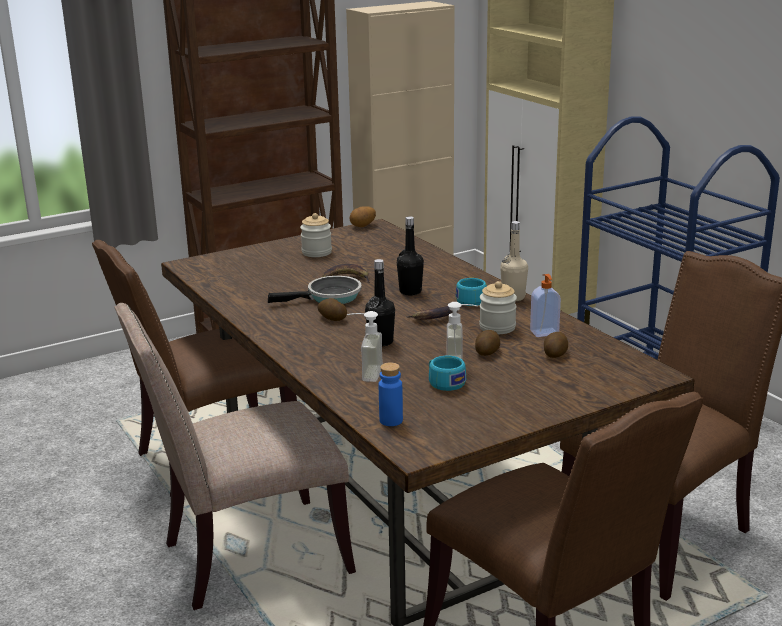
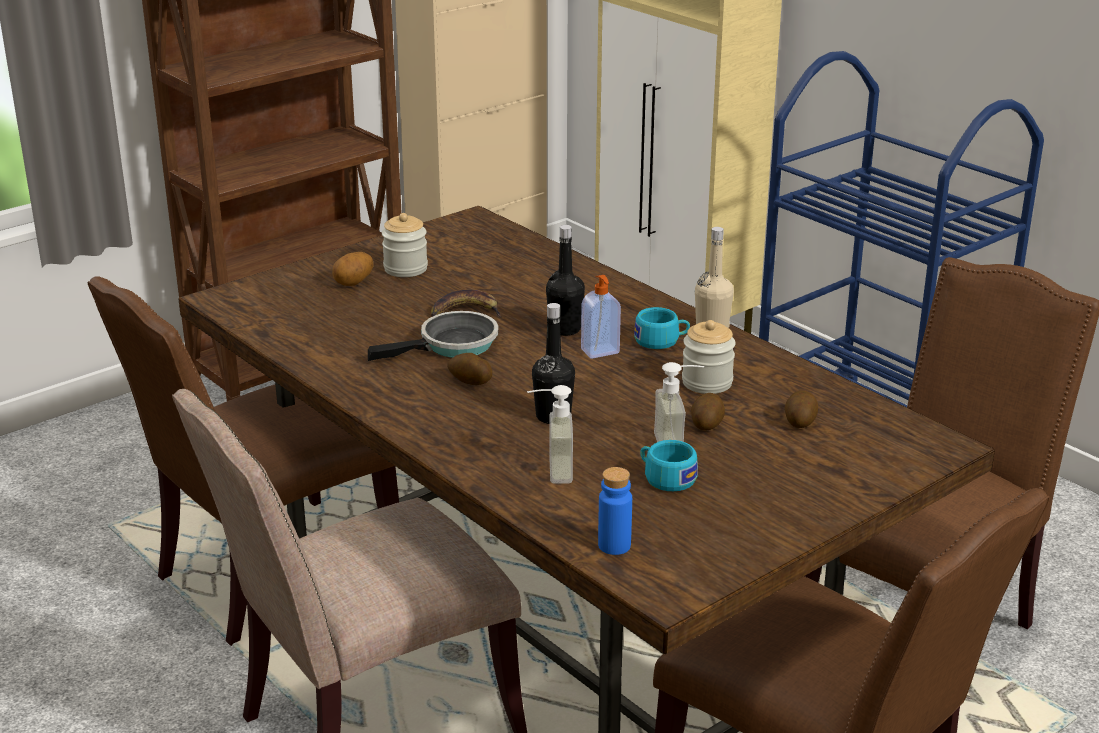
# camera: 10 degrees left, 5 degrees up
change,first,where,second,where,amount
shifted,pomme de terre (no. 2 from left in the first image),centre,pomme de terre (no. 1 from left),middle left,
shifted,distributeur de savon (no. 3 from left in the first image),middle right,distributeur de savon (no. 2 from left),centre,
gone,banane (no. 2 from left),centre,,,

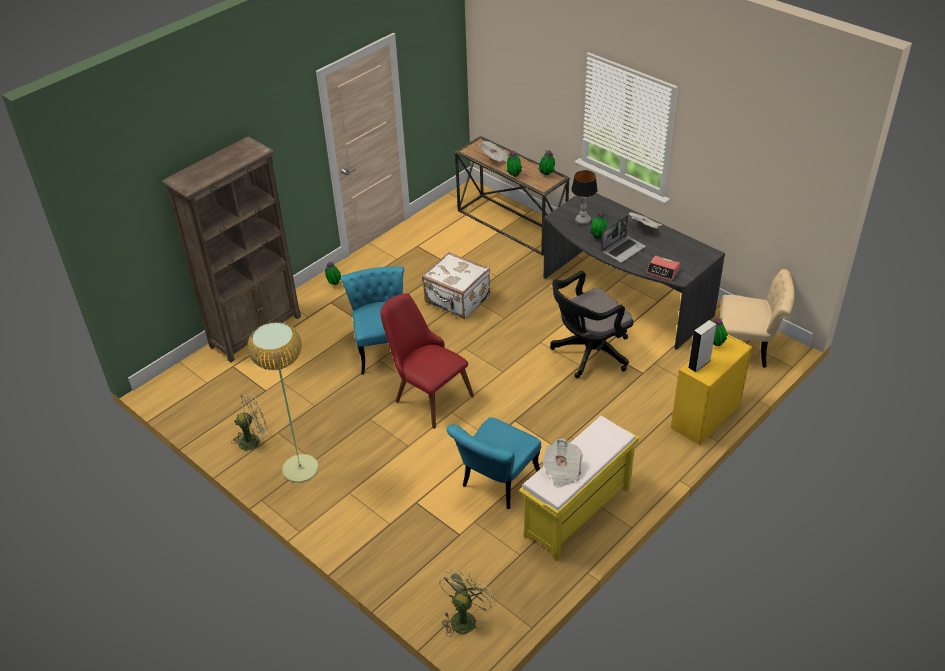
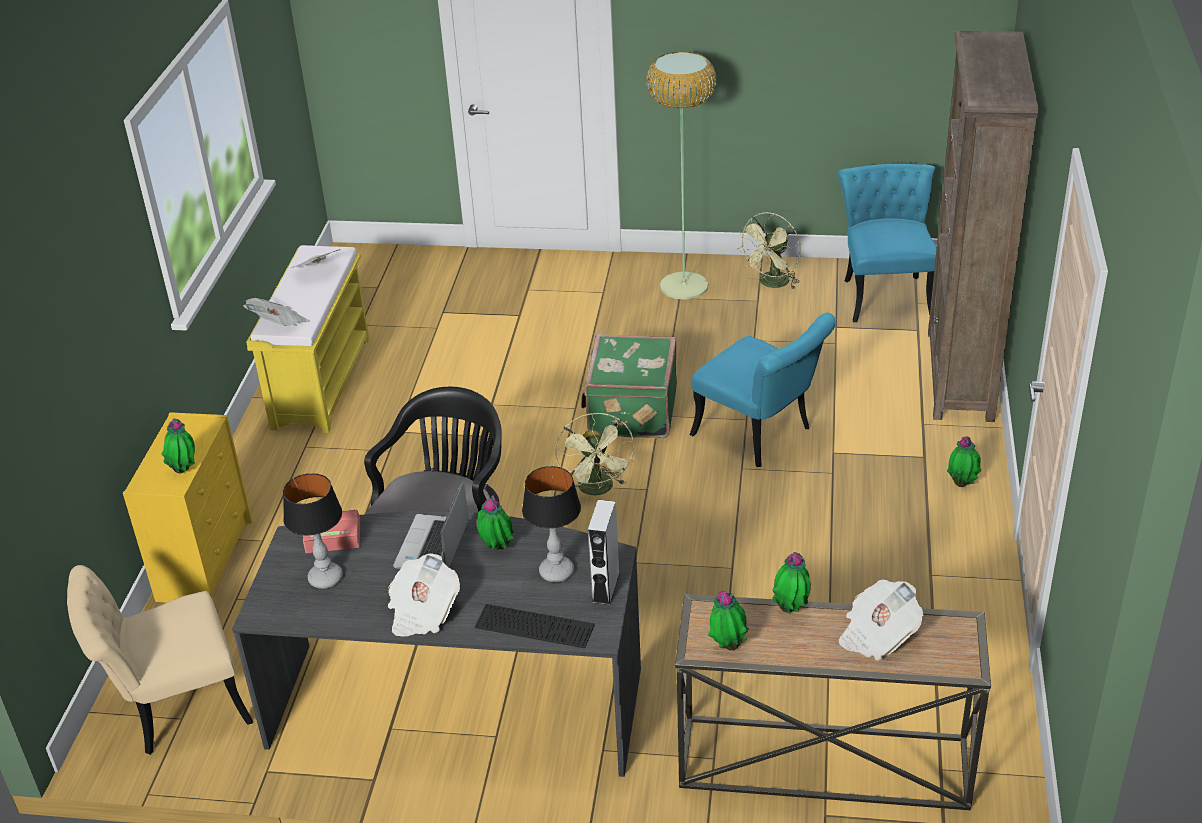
# camera: 145 degrees right, 5 degrees down
change,first,where,second,where,amount
new,,,journal (no. 1 from left),middle left,
new,,,lampe de table (no. 1 from left),middle left,
new,,,clavier,bottom centre,
shifted,ventilateur (vert) (no. 2 from left in the first image),bottom centre,ventilateur (vert) (no. 1 from left),centre,
swapped,chaise (rouge),centre,valise (vert),centre,
shifted,enceinte (gris),middle right,,bottom centre,
shifted,chaise (turquoise) (no. 2 from left),bottom centre,,top right,
gone,valise (blanc),centre,,,

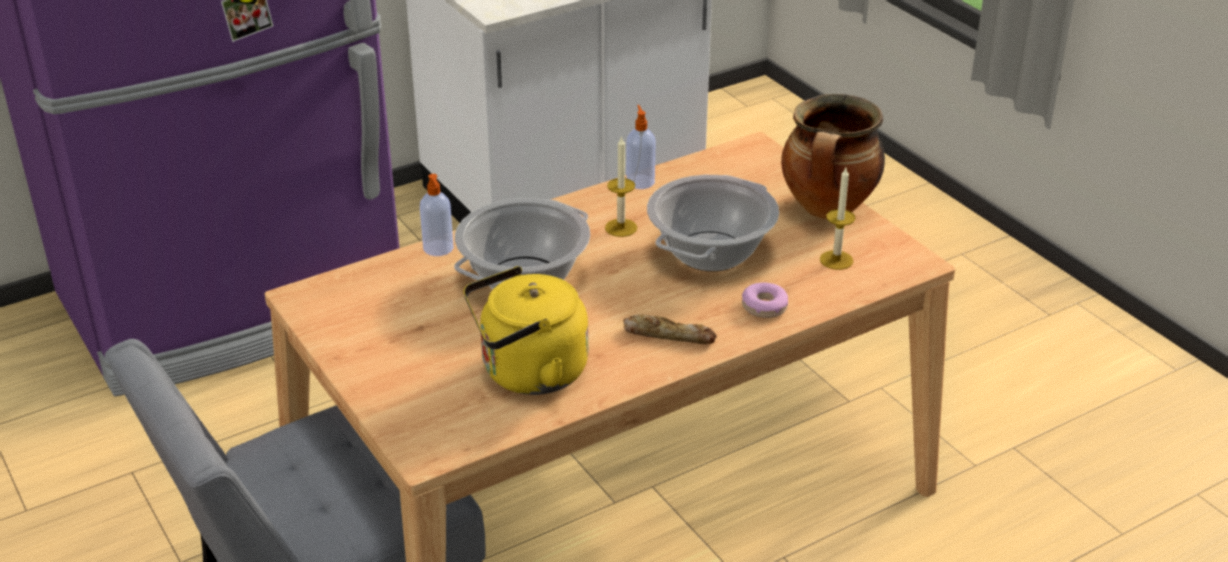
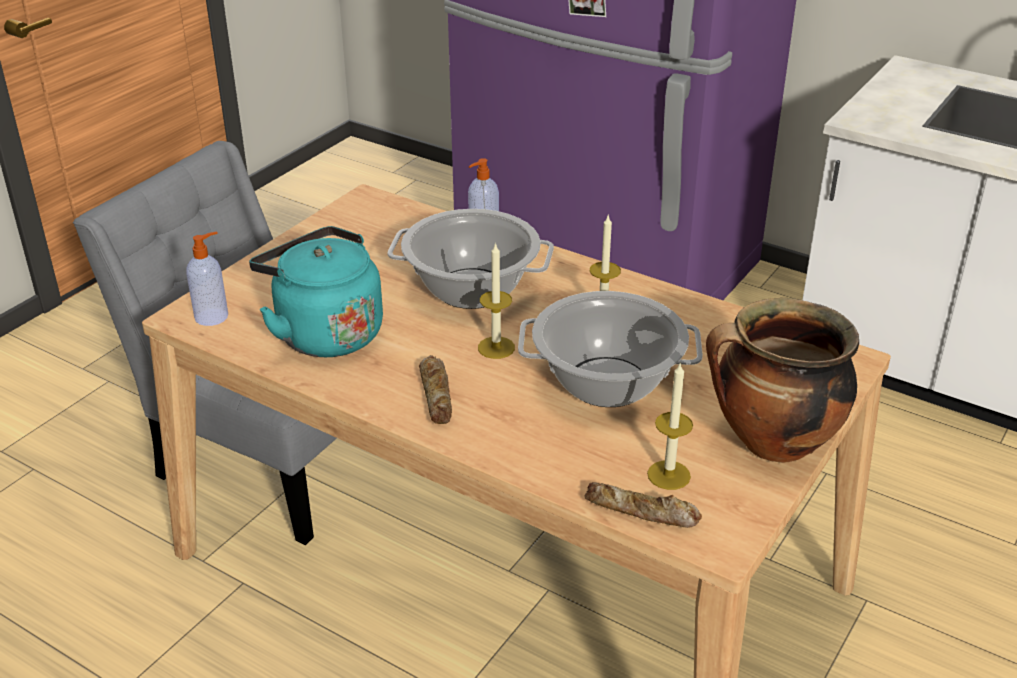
# camera: 65 degrees right, 0 degrees up
change,first,where,second,where,amount
shifted,distributeur de savon (no. 2 from left in the first image),top centre,distributeur de savon (no. 1 from left),middle left,
repainted,bouilloire (jaune),centre,bouilloire (turquoise),middle left,
new,,,bougie (no. 1 from left),centre,
new,,,pain (no. 2 from left),bottom centre,
gone,beignet,centre,,,

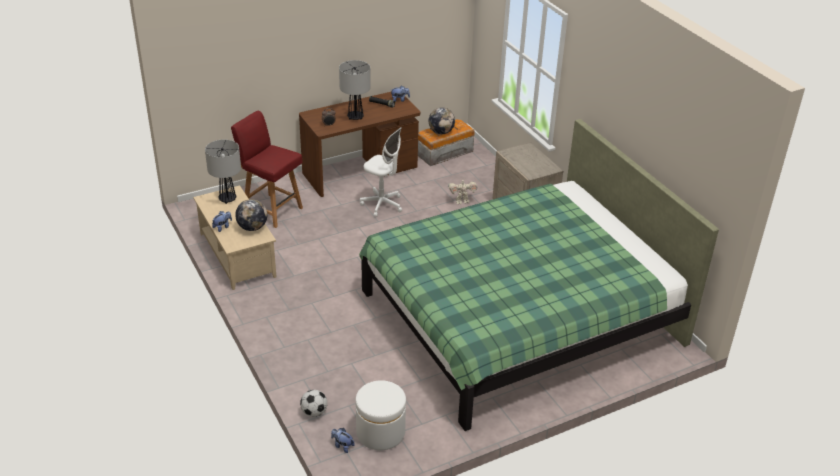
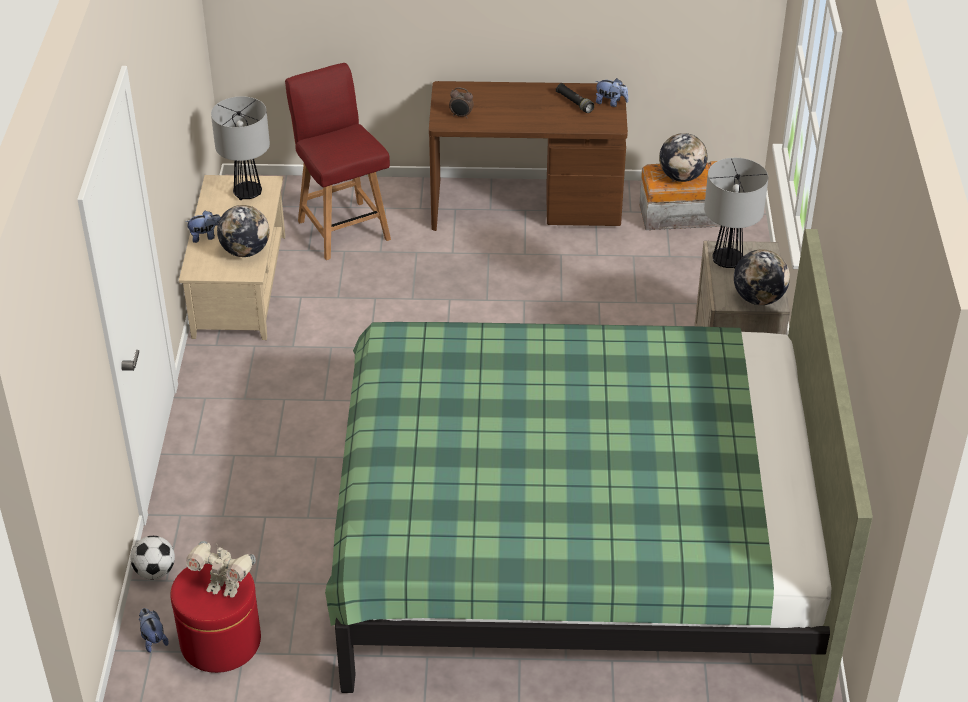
# camera: 30 degrees right, 5 degrees up
change,first,where,second,where,amount
repainted,pouf (blanc),bottom centre,pouf (rouge),bottom left,
shifted,robot jouet,centre,,bottom left,
shifted,lampe de table (no. 2 from left),top centre,,top right,
new,,,globe (no. 3 from left),middle right,
gone,chaise de bureau (blanc),centre,,,

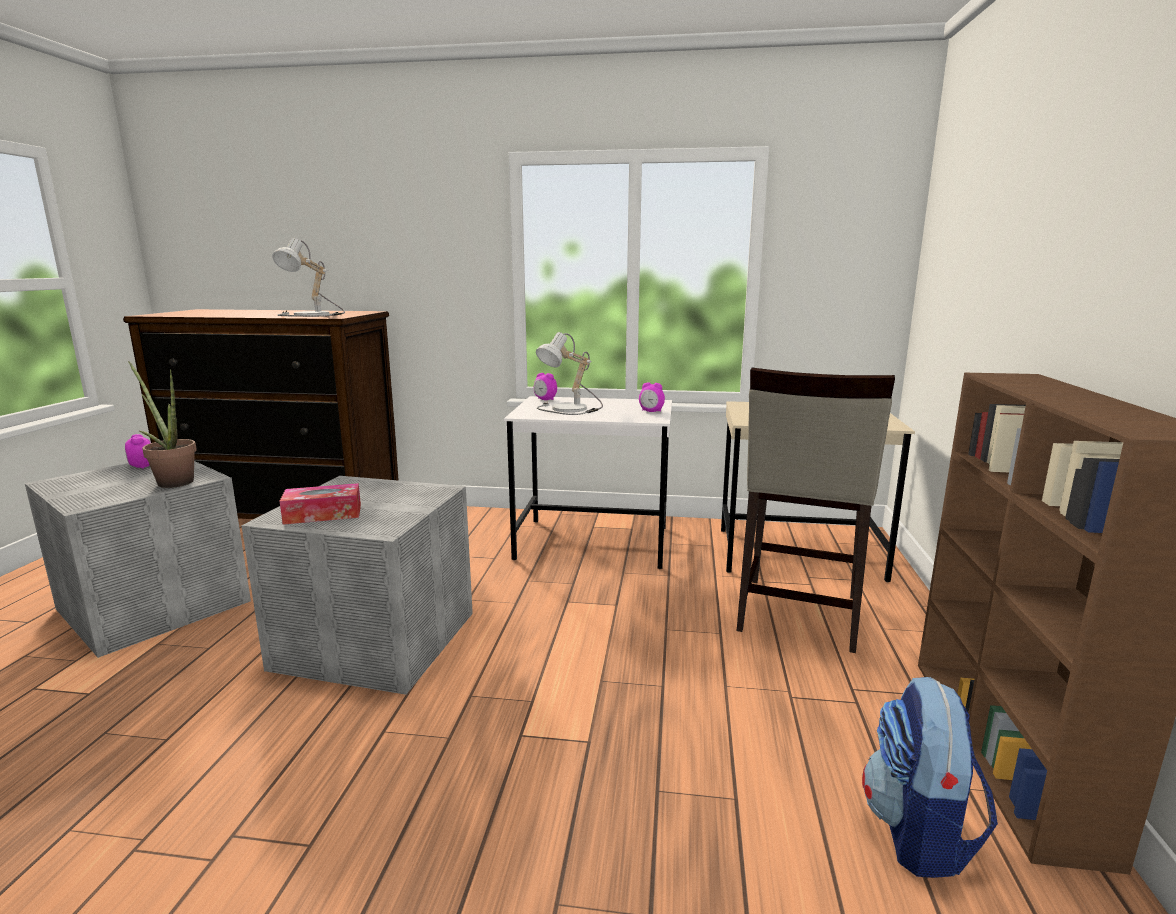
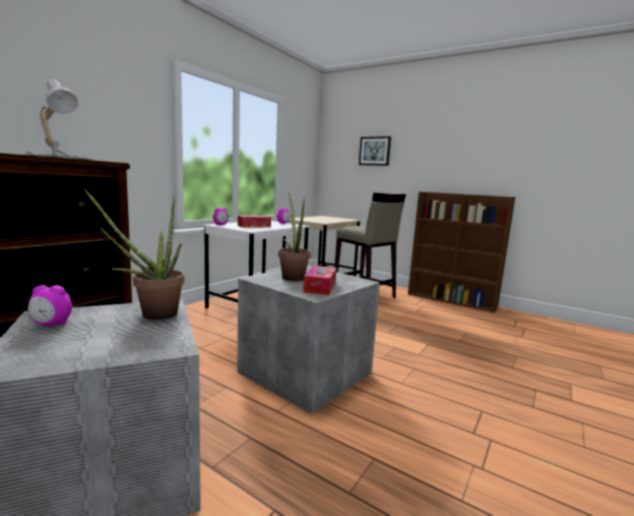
# camera: 65 degrees left, 5 degrees down
change,first,where,second,where,amount
swapped,lampe de table (no. 2 from left),centre,boîte à mouchoirs (no. 1 from left),centre,
new,,,plante en pot (no. 2 from left),centre,
new,,,tableau,top centre,
gone,sac à dos,bottom right,,,

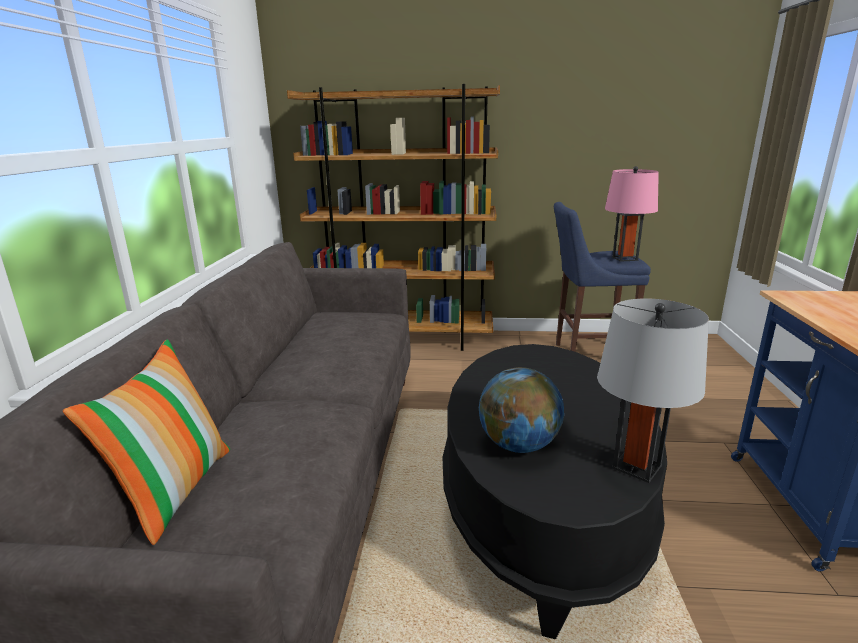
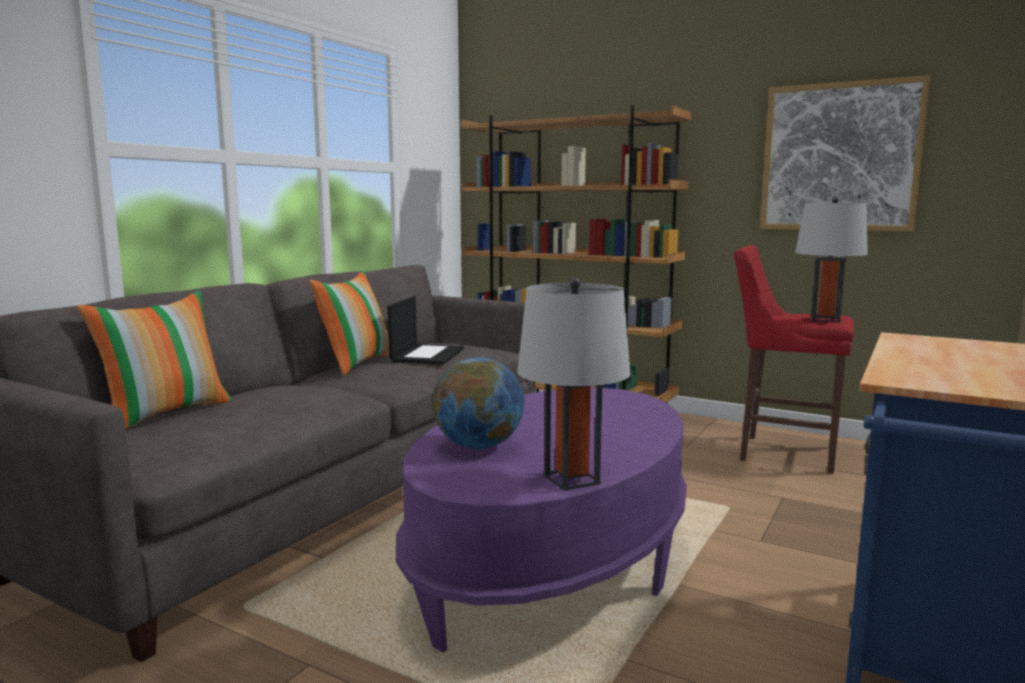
# camera: 25 degrees right, 10 degrees down
change,first,where,second,where,amount
new,,,coussin (no. 2 from left),centre,
new,,,ordinateur portable,centre,
repainted,table basse (noir),bottom centre,table basse (violet),bottom centre,
repainted,tabouret (bleu),middle right,tabouret (rouge),middle right,
new,,,tableau,top right,
repainted,lampe de table (rose),top right,lampe de table (gris) (no. 2 from left),middle right,

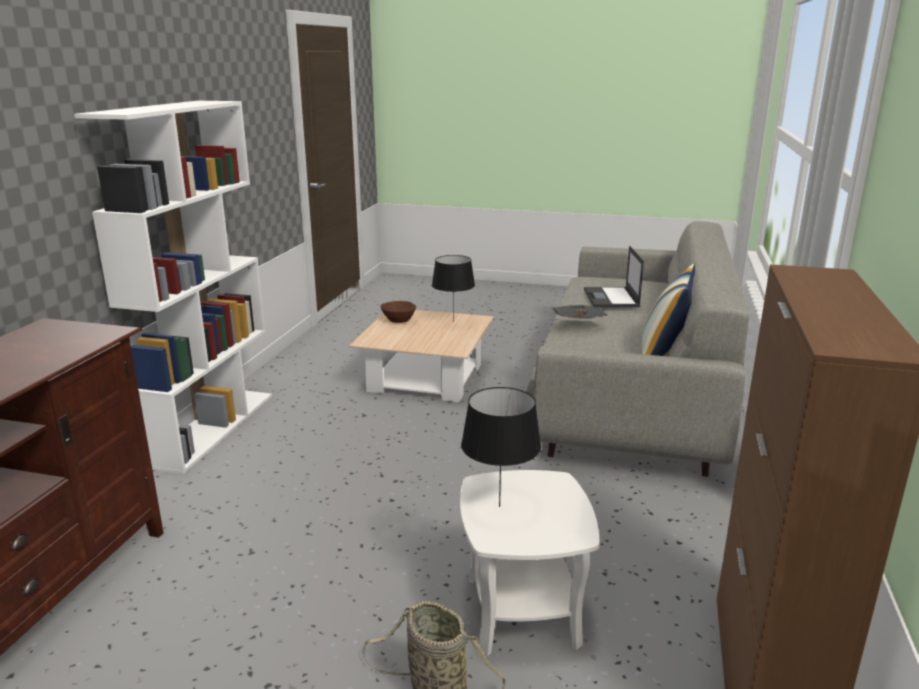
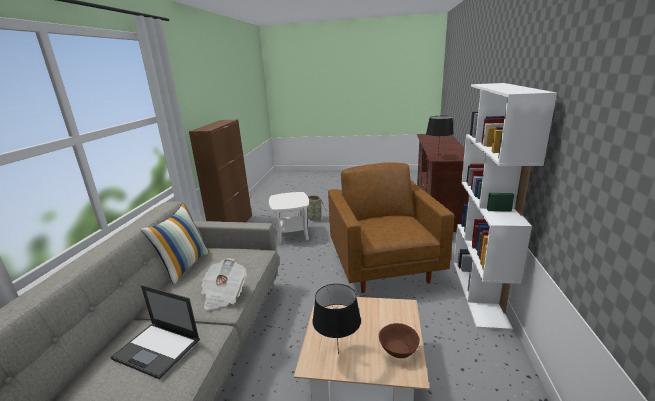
# camera: 175 degrees right, 0 degrees up
change,first,where,second,where,amount
rotated,ordinateur portable,middle right,,bottom left,120 degrees clockwise
new,,,fauteuil (marron),centre,
shifted,lampe de table (noir) (no. 2 from left),centre,,middle right,

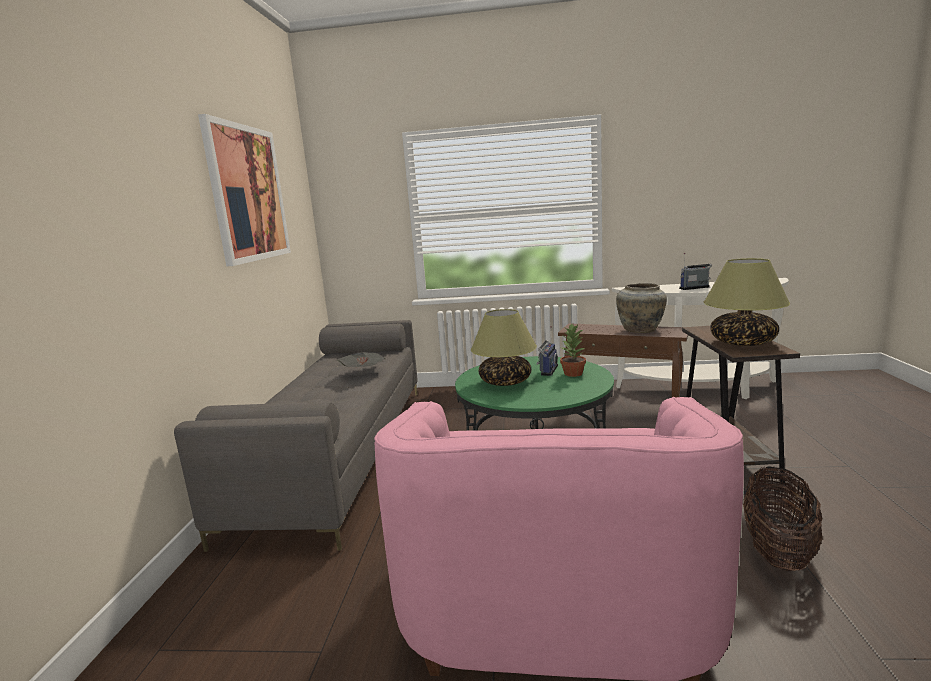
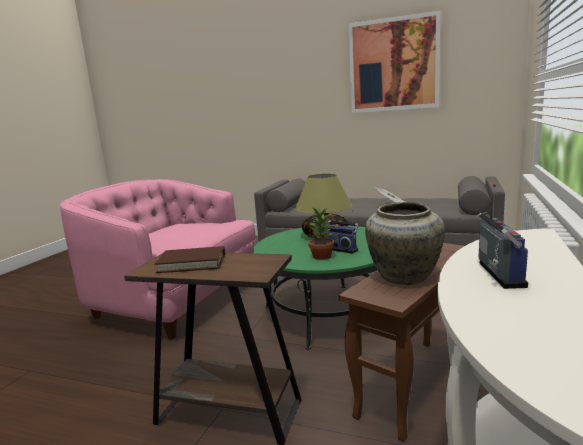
# camera: 105 degrees right, 0 degrees up
change,first,where,second,where,amount
swapped,lampe de table (no. 2 from left),middle right,livre (marron),middle left,
gone,panier,bottom right,,,

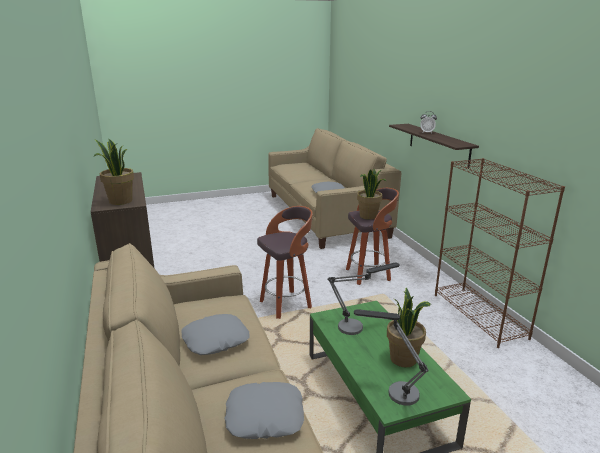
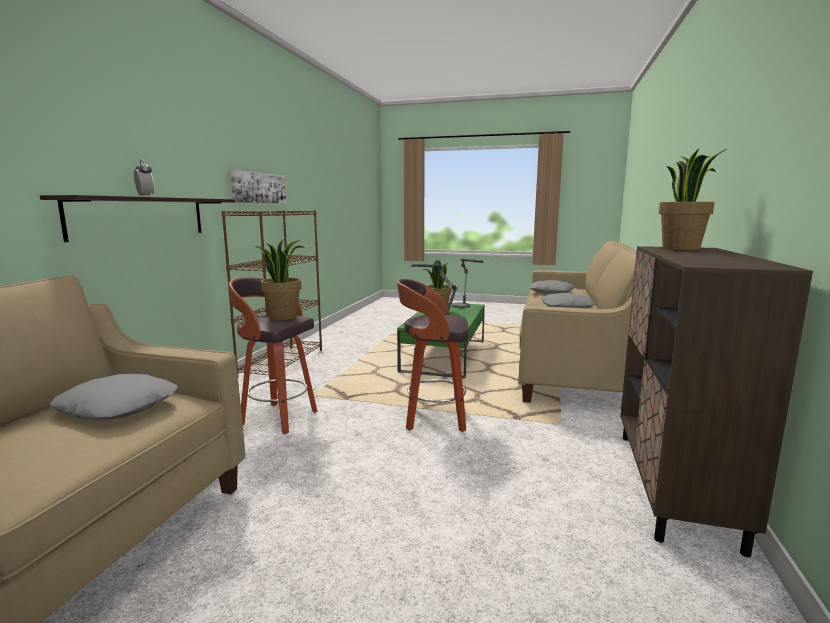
# camera: 145 degrees left, 10 degrees down
change,first,where,second,where,amount
new,,,tableau,top left,

